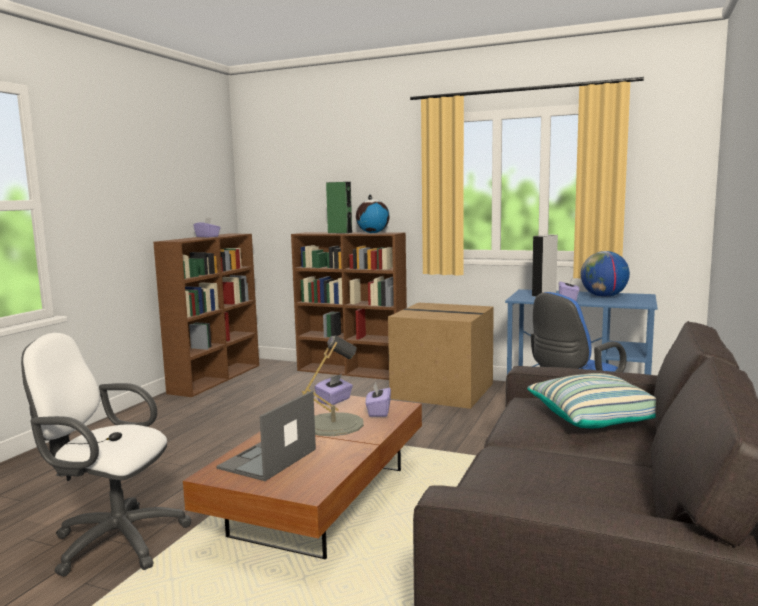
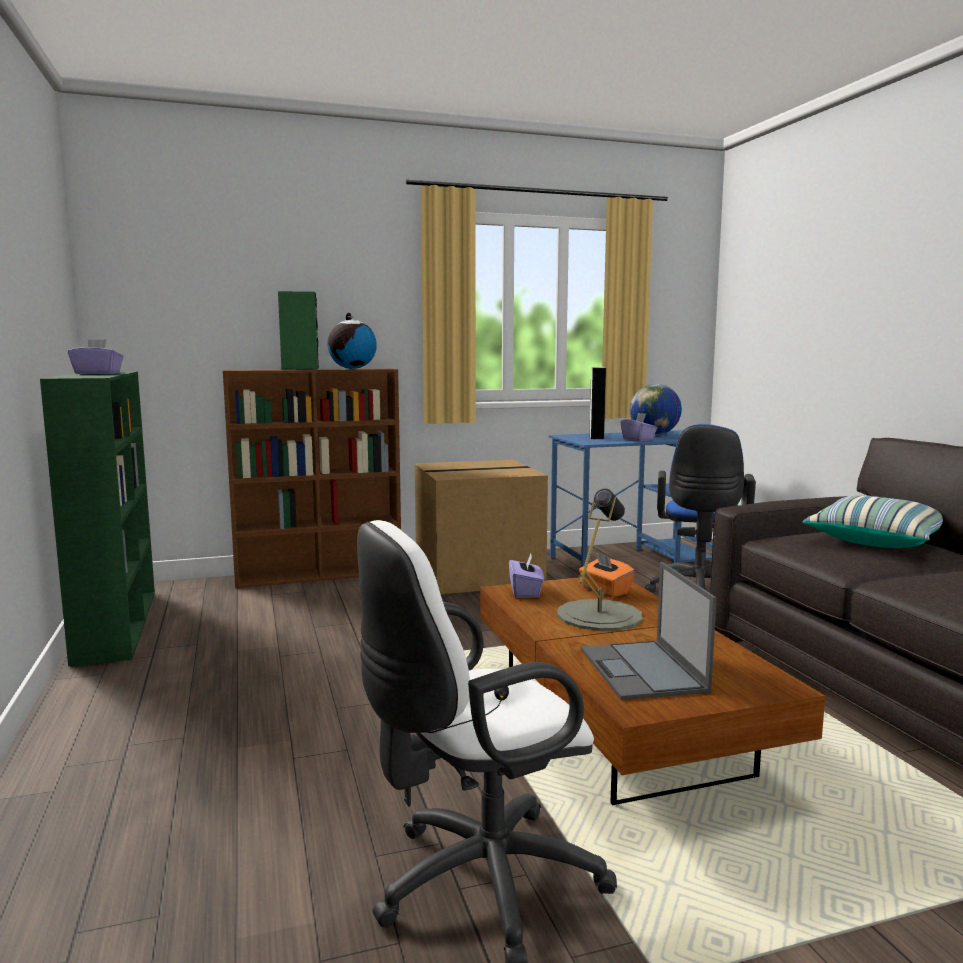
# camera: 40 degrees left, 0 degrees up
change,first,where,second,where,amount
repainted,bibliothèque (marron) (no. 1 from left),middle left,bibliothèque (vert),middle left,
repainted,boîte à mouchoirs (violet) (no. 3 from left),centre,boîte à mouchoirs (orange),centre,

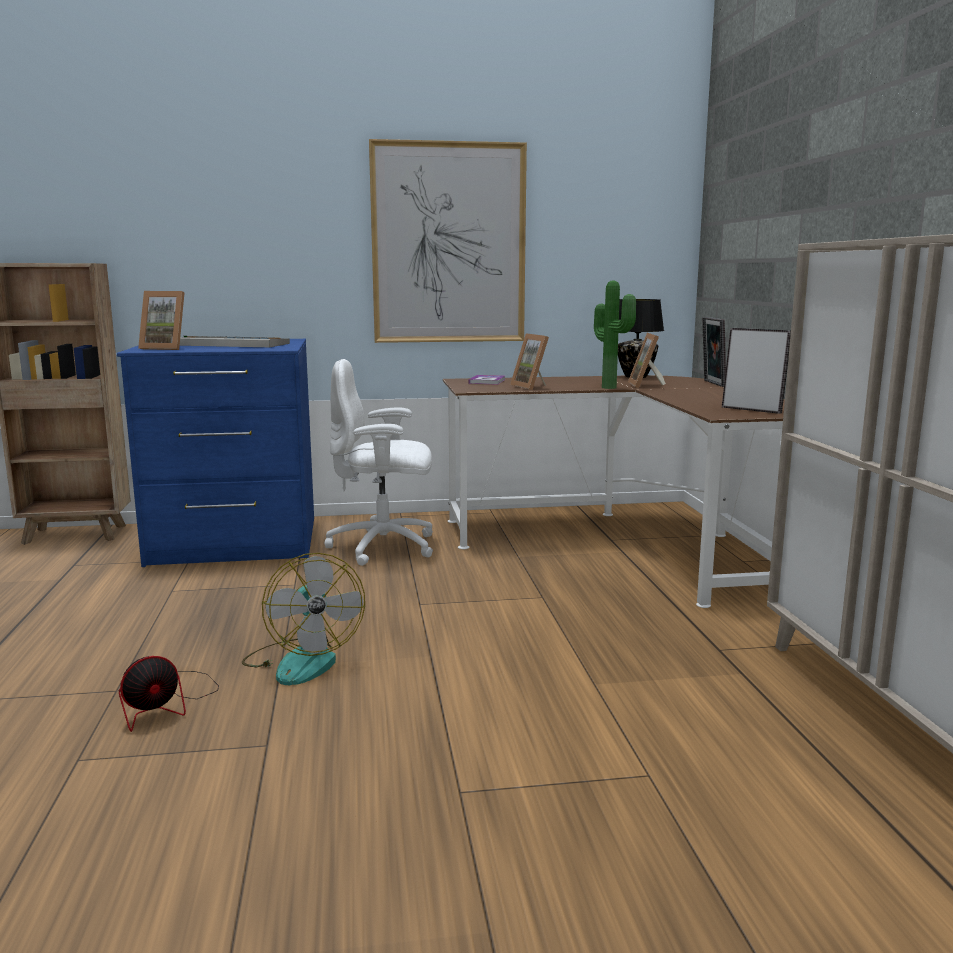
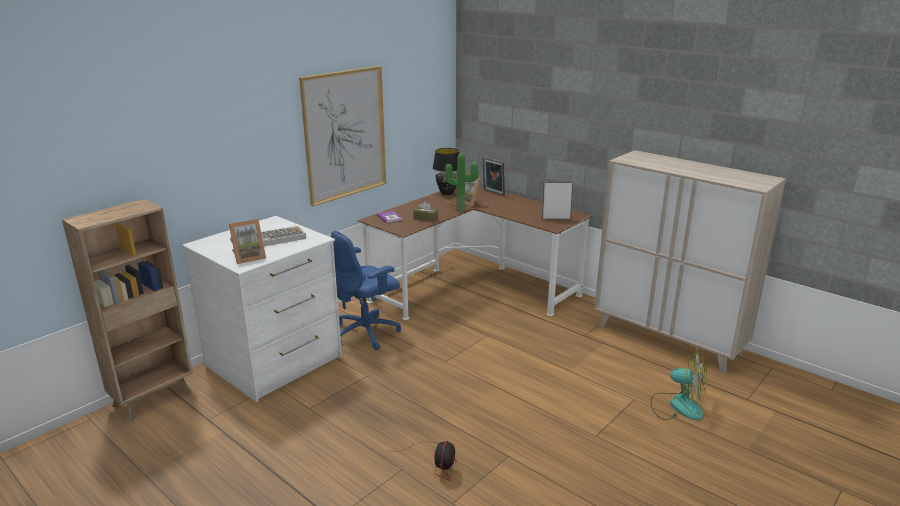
# camera: 40 degrees left, 10 degrees up
change,first,where,second,where,amount
repainted,commode (bleu),middle left,commode (blanc),middle left,
repainted,chaise de bureau (blanc),centre,chaise de bureau (bleu),centre,
swapped,cadre photo (no. 2 from left),centre,boîte à mouchoirs (marron),centre,
shifted,ventilateur (no. 2 from left),middle left,,bottom right,

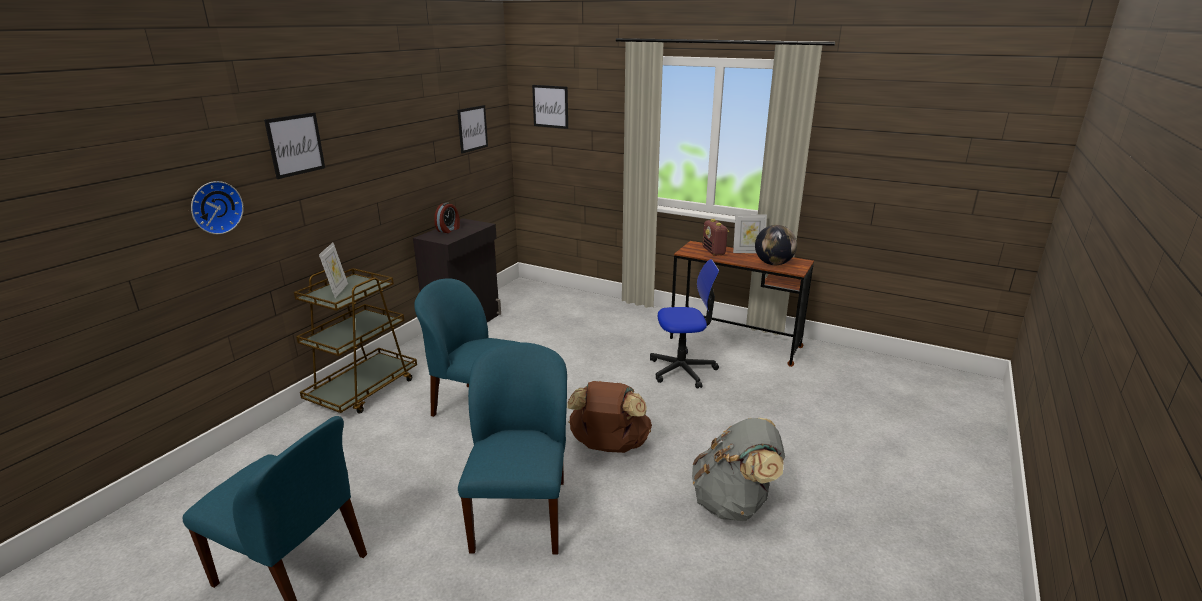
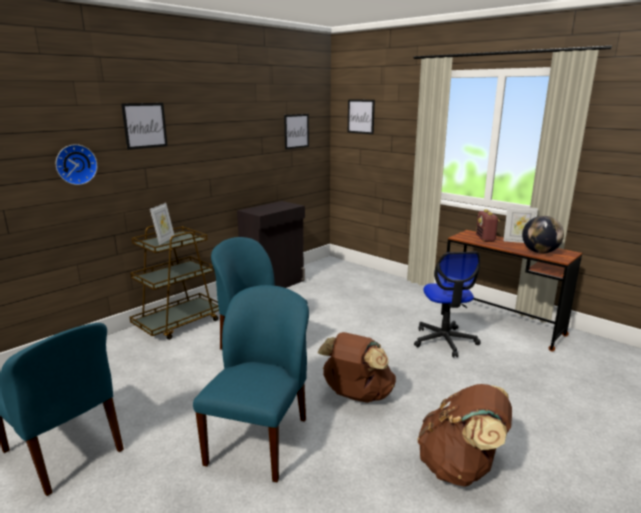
# camera: 15 degrees right, 5 degrees down
change,first,where,second,where,amount
rotated,chaise de bureau,centre,,middle right,75 degrees clockwise
repainted,sac à dos (gris),bottom centre,sac à dos (marron) (no. 2 from left),bottom right,
gone,réveil,centre,,,

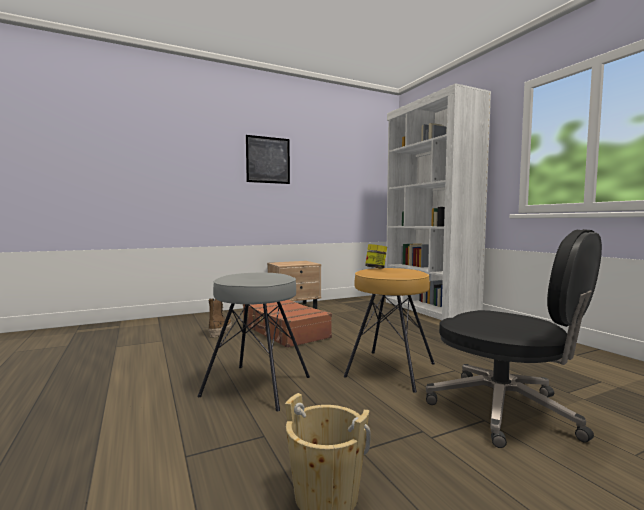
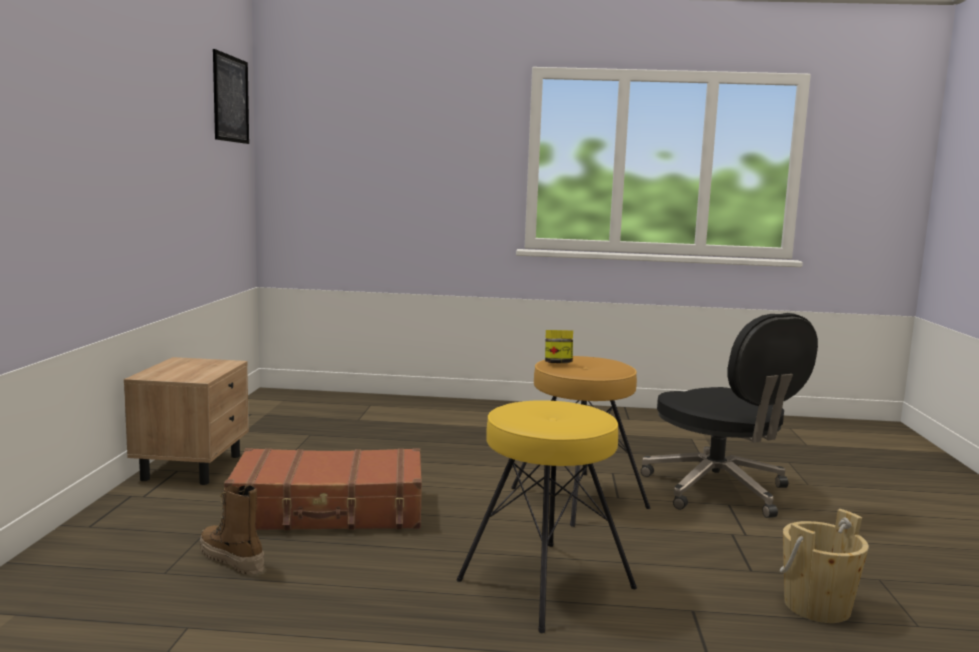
# camera: 60 degrees left, 5 degrees up
change,first,where,second,where,amount
shifted,tableau,top centre,,top left,
repainted,tabouret (gris),bottom centre,tabouret (jaune),bottom centre,
rotated,chaise de bureau (noir),middle right,,middle right,75 degrees clockwise
gone,bibliothèque (blanc),middle right,,,

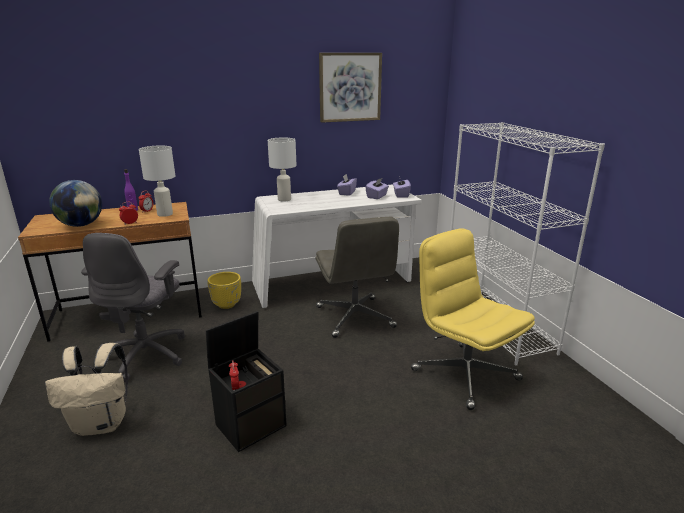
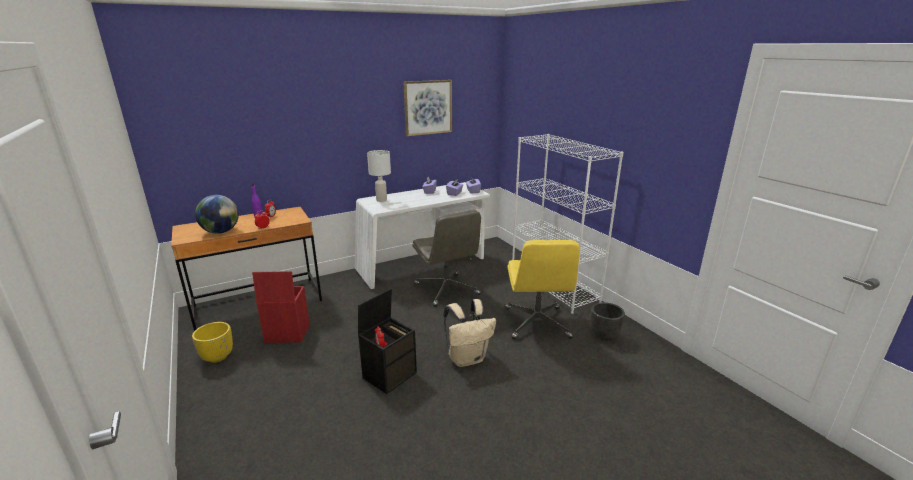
# camera: 10 degrees left, 0 degrees up
change,first,where,second,where,amount
shifted,cache-pot (jaune),middle left,,bottom left,
swapped,chaise de bureau (gris) (no. 1 from left),middle left,boîte de rangement (rouge),middle left,
shifted,sac à dos (beige),bottom left,,bottom centre,
rotated,chaise de bureau (jaune),middle right,,centre,135 degrees counterclockwise
new,,,cache-pot (noir),bottom centre,
gone,lampe de table (blanc) (no. 1 from left),middle left,,,

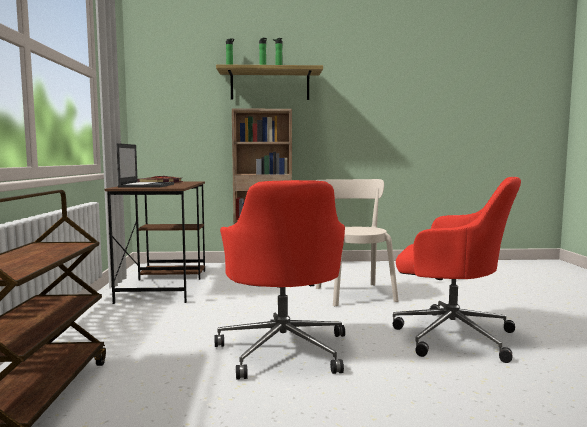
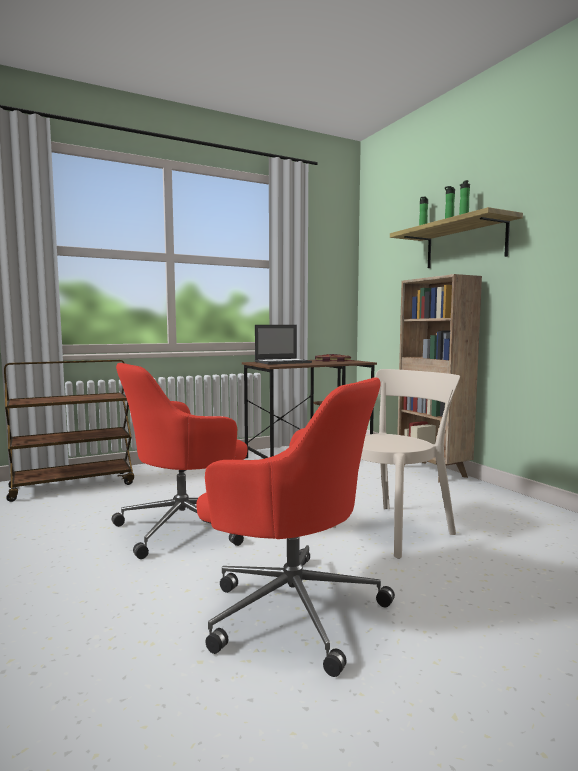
# camera: 65 degrees right, 0 degrees up
change,first,where,second,where,amount
rotated,chaise de bureau (rouge) (no. 2 from left),middle right,,bottom centre,60 degrees counterclockwise

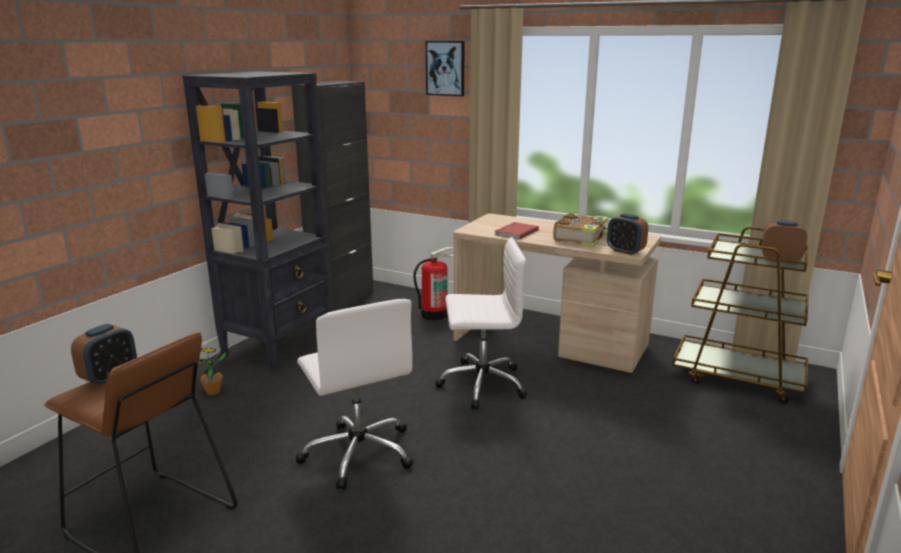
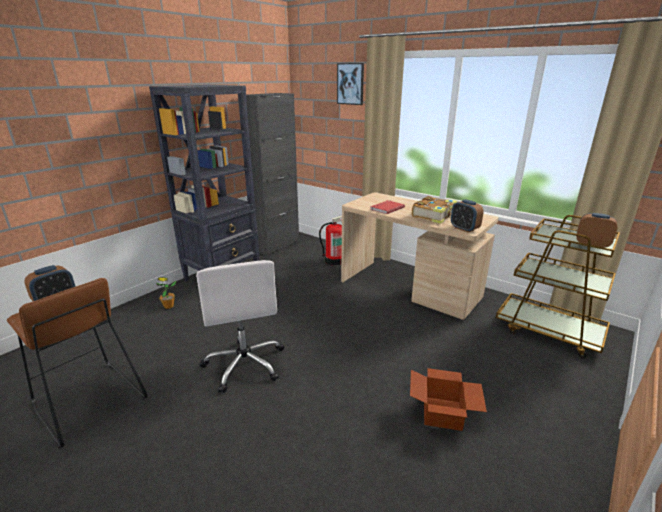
# camera: 10 degrees right, 5 degrees up
change,first,where,second,where,amount
new,,,carton,bottom right,
gone,chaise de bureau (blanc) (no. 2 from left),centre,,,

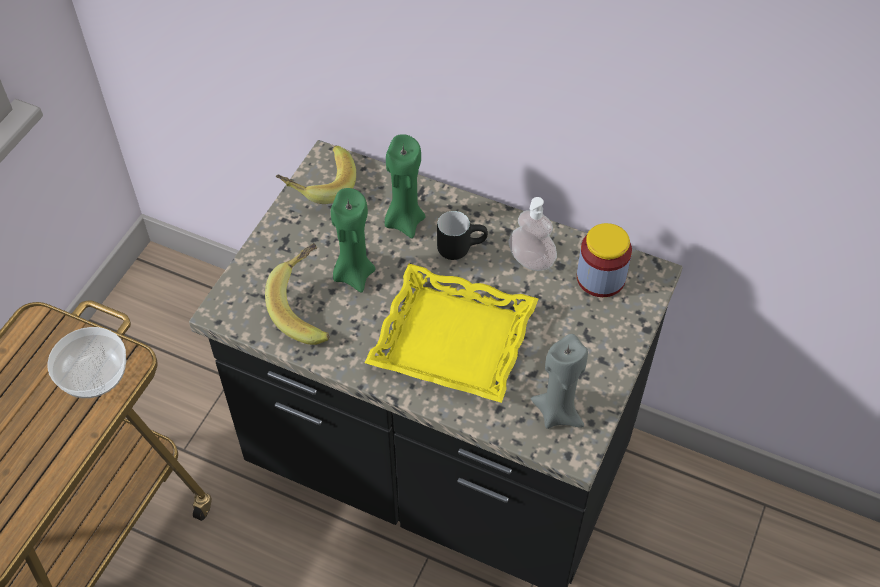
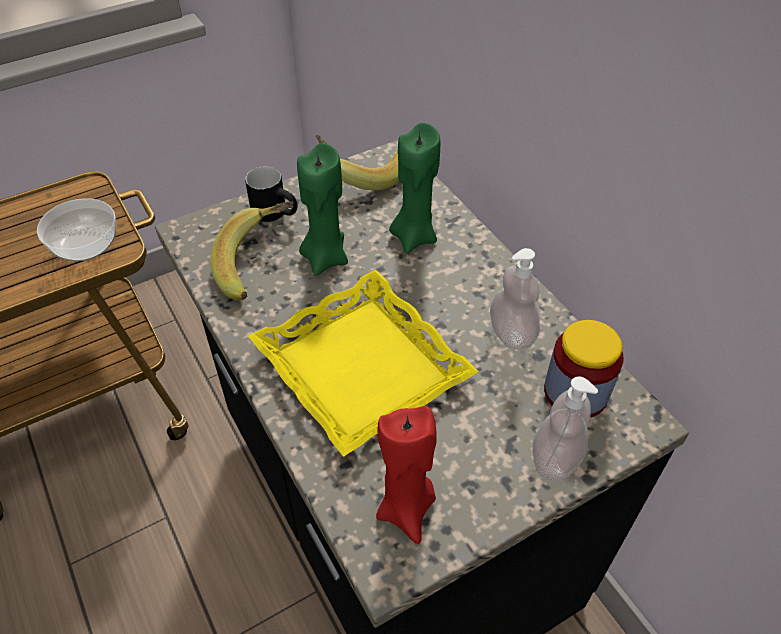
# camera: 35 degrees right, 5 degrees down
change,first,where,second,where,amount
shifted,mug (noir),centre,,top centre,
repainted,bougie (gris),centre,bougie (rouge),bottom centre,
new,,,distributeur de savon (no. 2 from left),bottom right,

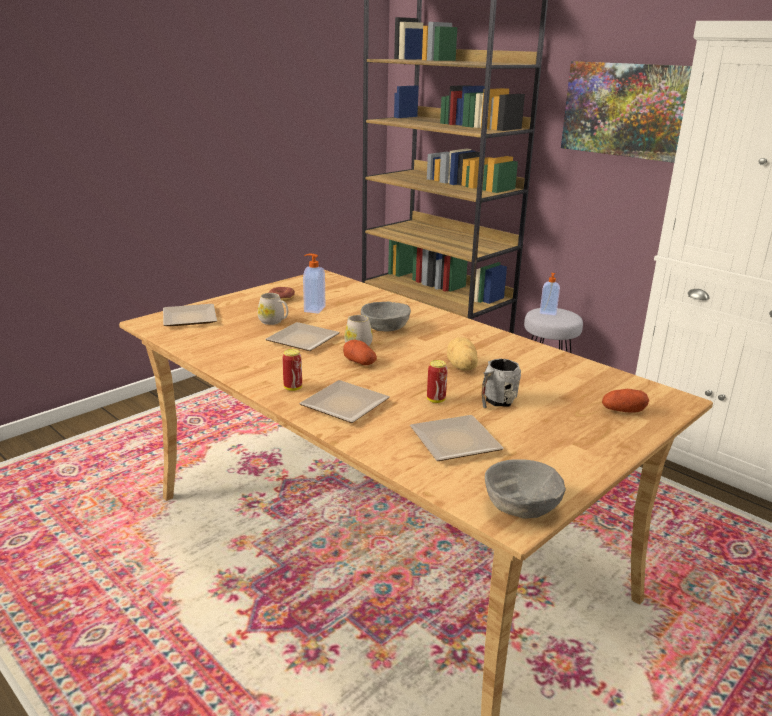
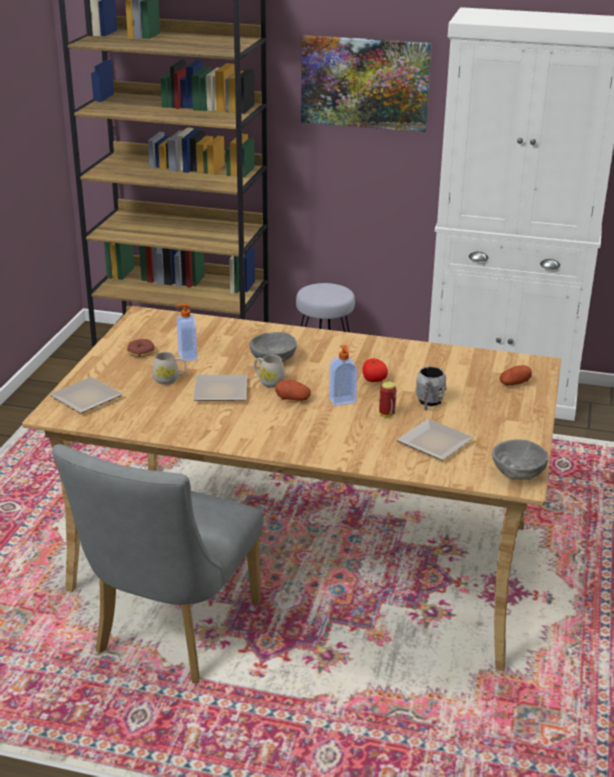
# camera: 30 degrees left, 5 degrees up
change,first,where,second,where,amount
new,,,chaise (gris),bottom left,
shifted,distributeur de savon (no. 2 from left),middle right,,centre,
swapped,pomme de terre (no. 2 from left),centre,tomate,centre,
gone,boîte métallique (no. 1 from left),centre,,,
gone,assiette (no. 3 from left),centre,,,

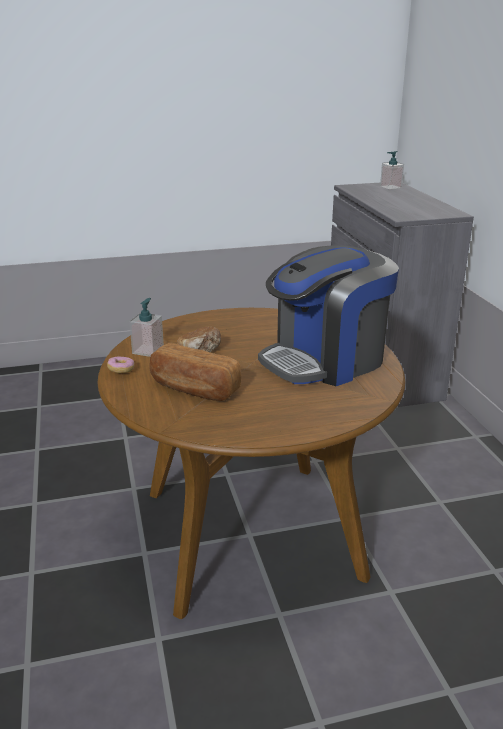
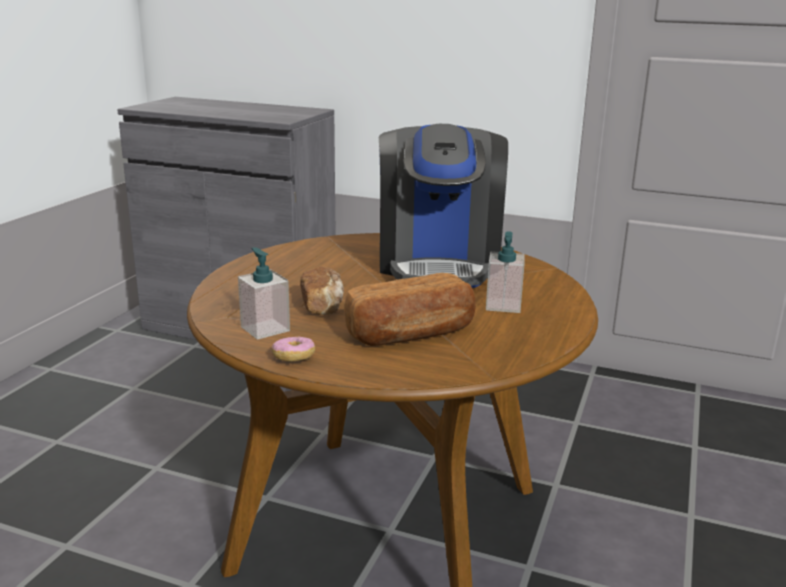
# camera: 55 degrees left, 5 degrees down
change,first,where,second,where,amount
shifted,distributeur de savon (no. 2 from left),top right,,centre,

